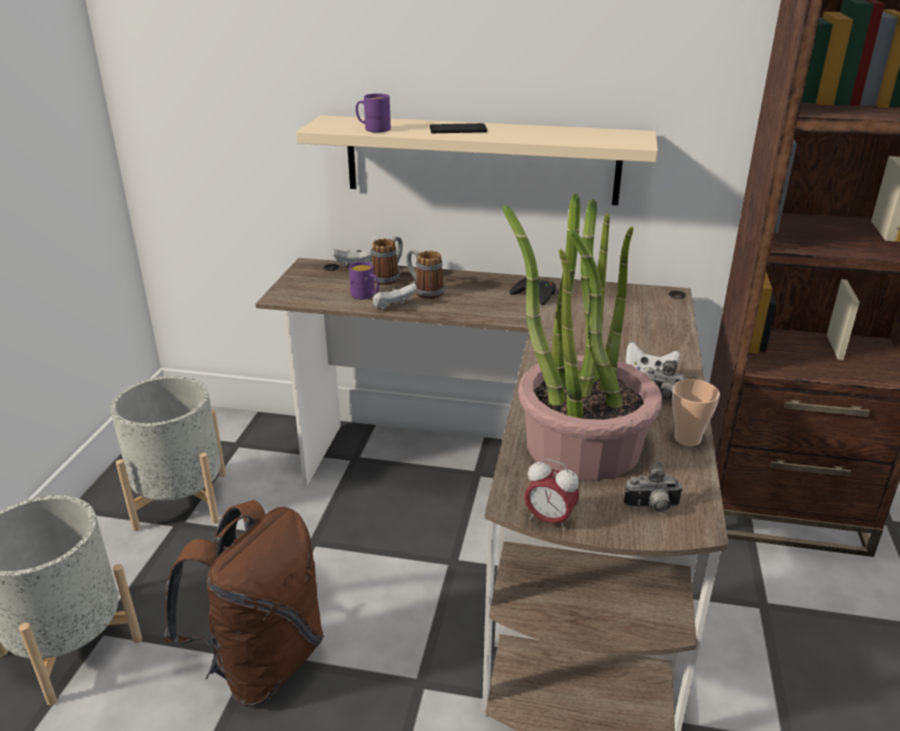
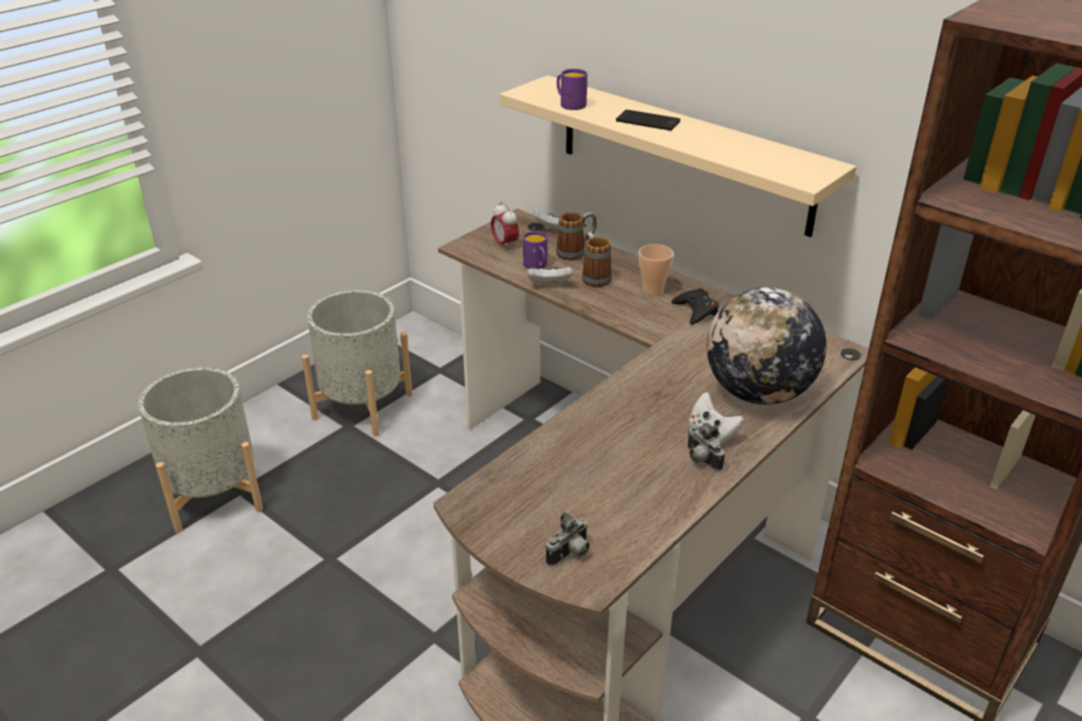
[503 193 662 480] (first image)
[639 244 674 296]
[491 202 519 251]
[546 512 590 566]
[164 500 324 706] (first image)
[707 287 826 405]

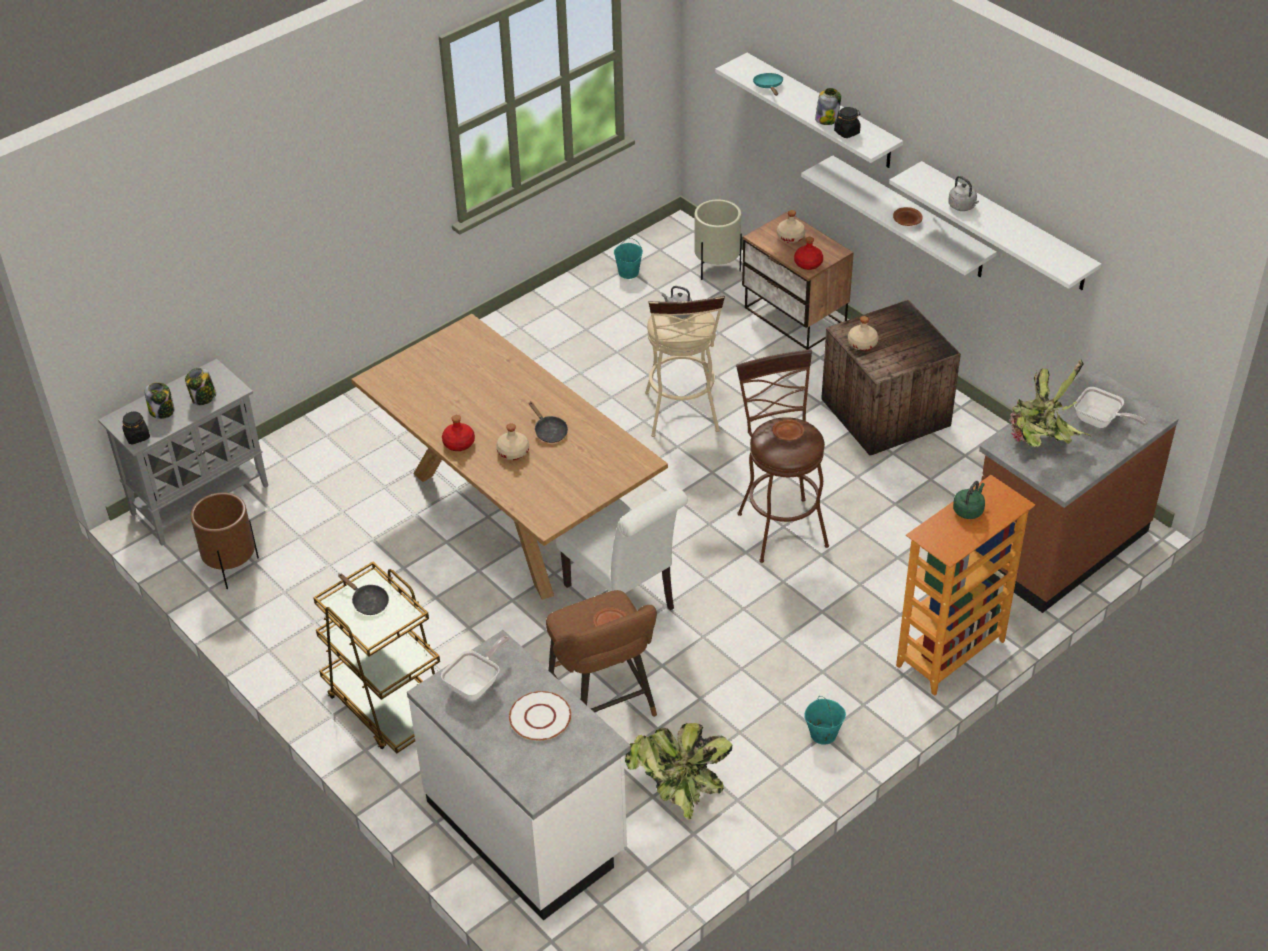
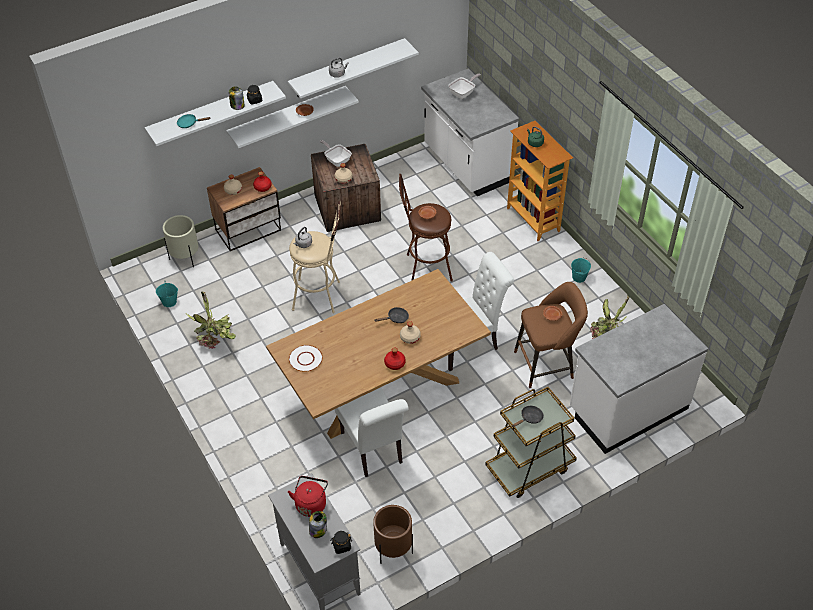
[187 292 236 349]
[421 69 519 196]
[288 476 328 517]
[320 140 352 167]
[289 345 323 372]
[335 387 409 477]

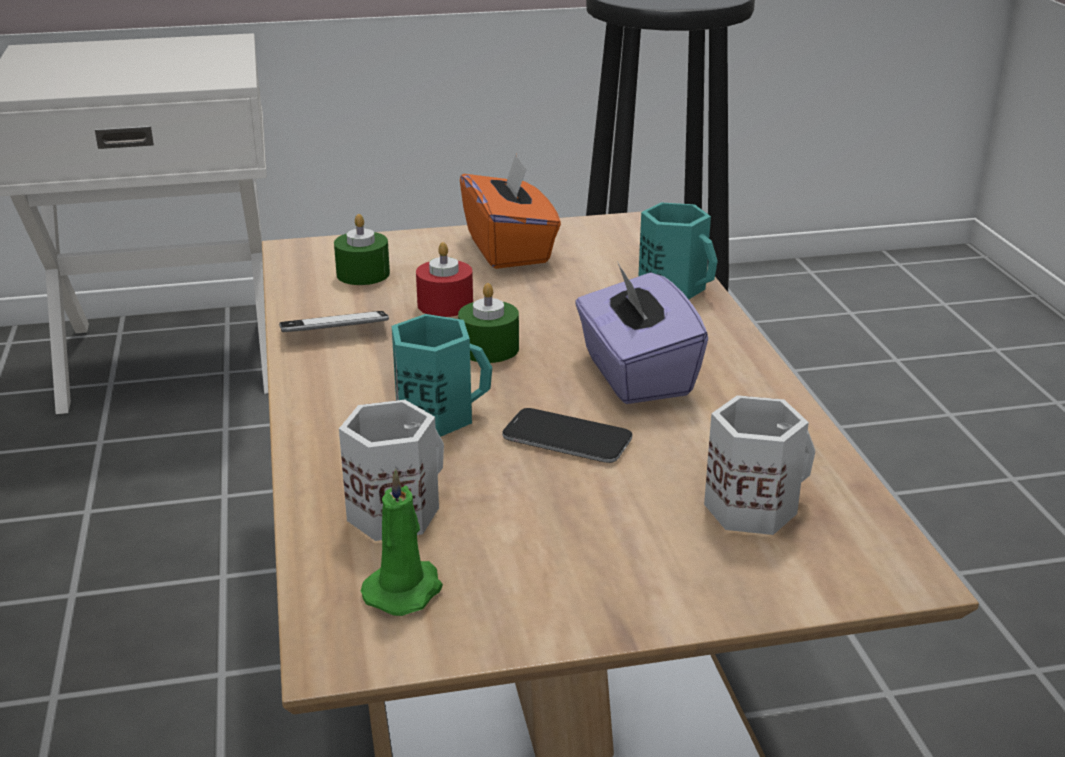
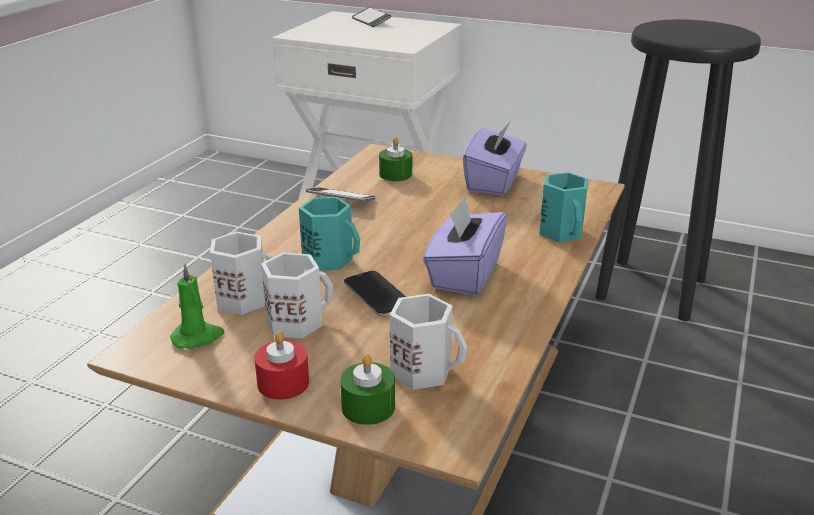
[463 121 527 196]
[254 331 309 400]
[340 354 395 425]
[352 7 391 27]
[261 253 333 339]

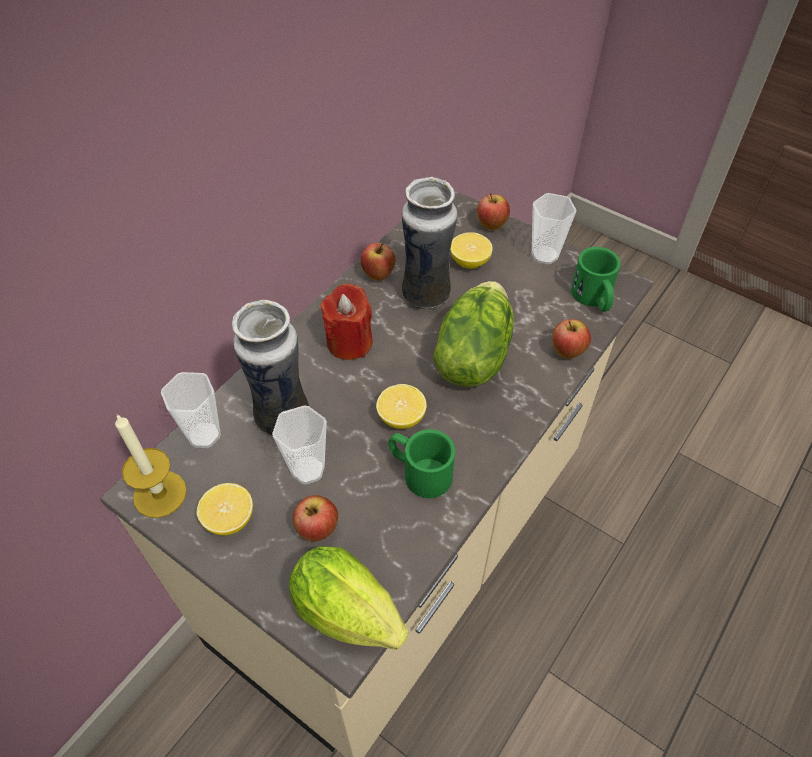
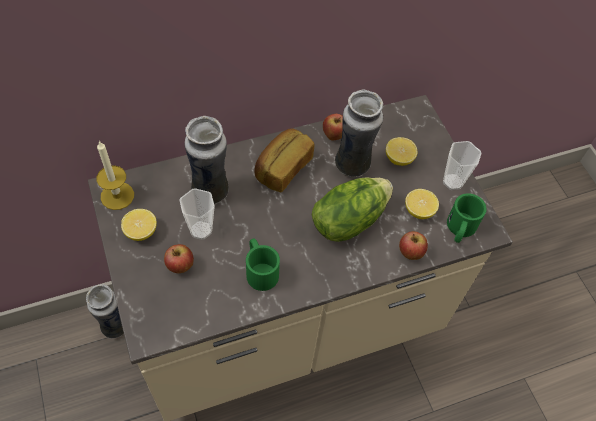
[477 193 510 230] (first image)
[254 128 314 193]
[161 372 221 448] (first image)
[405 189 439 219]
[289 546 408 650] (first image)
[86 284 124 338]

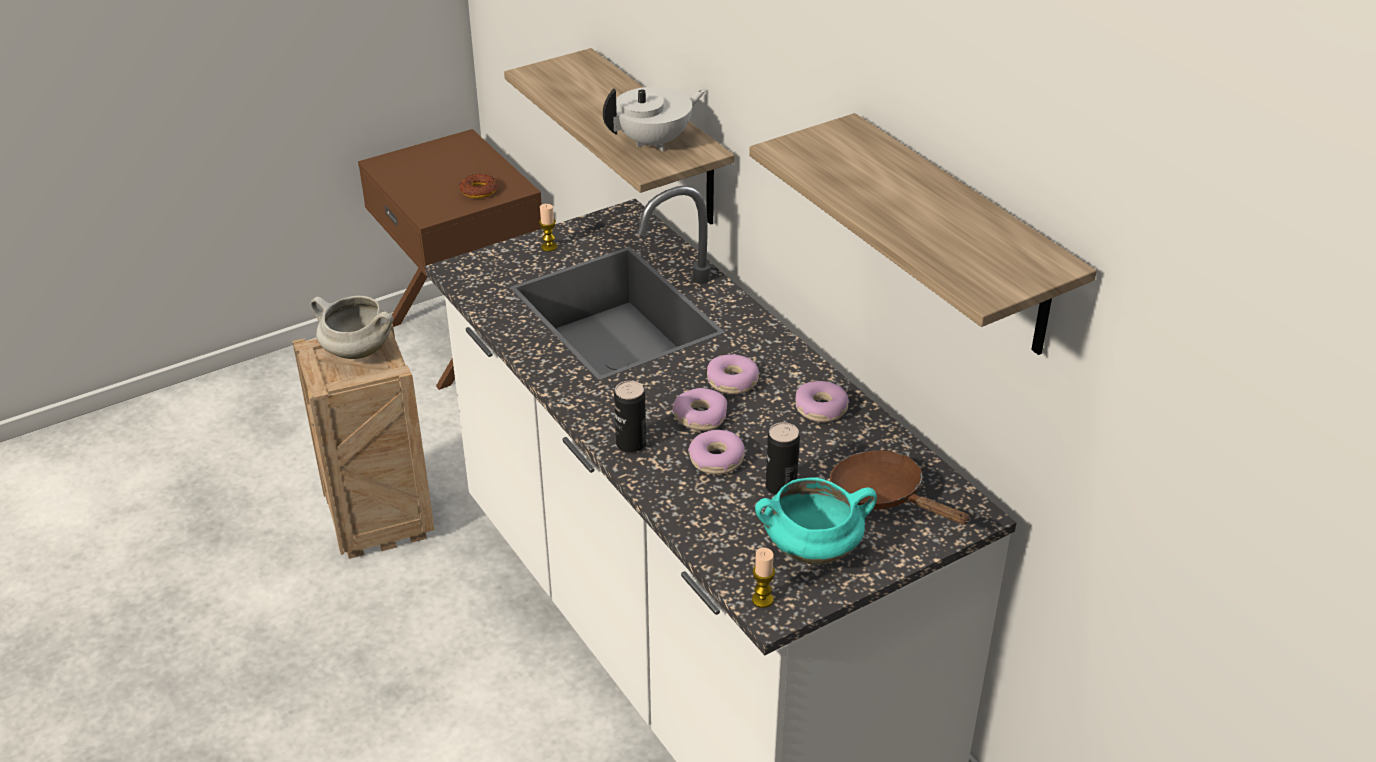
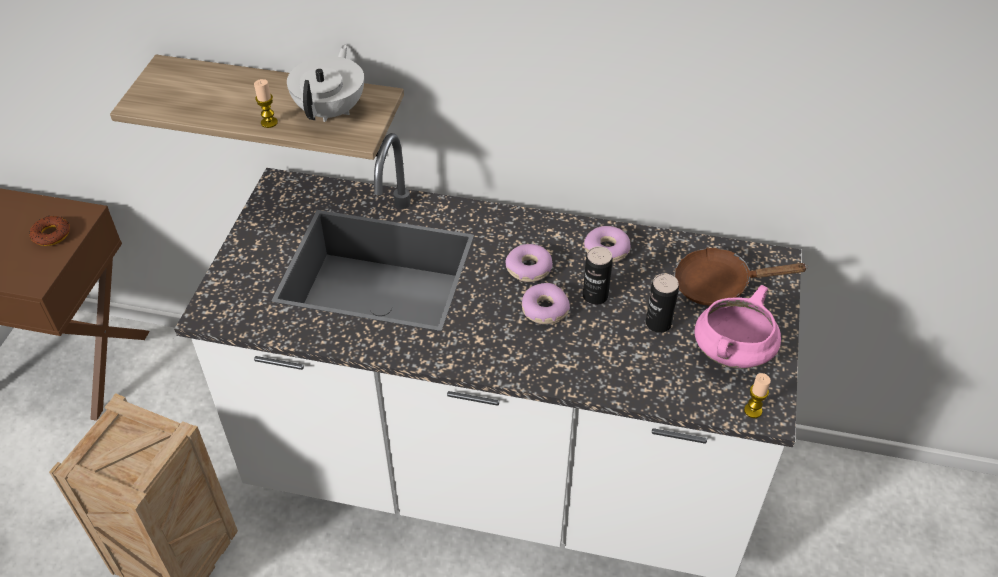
[749 113 1097 355] (first image)
[254 79 278 128]
[310 296 393 359] (first image)
[583 246 613 305]
[688 430 745 474] (first image)
[694 285 781 369]

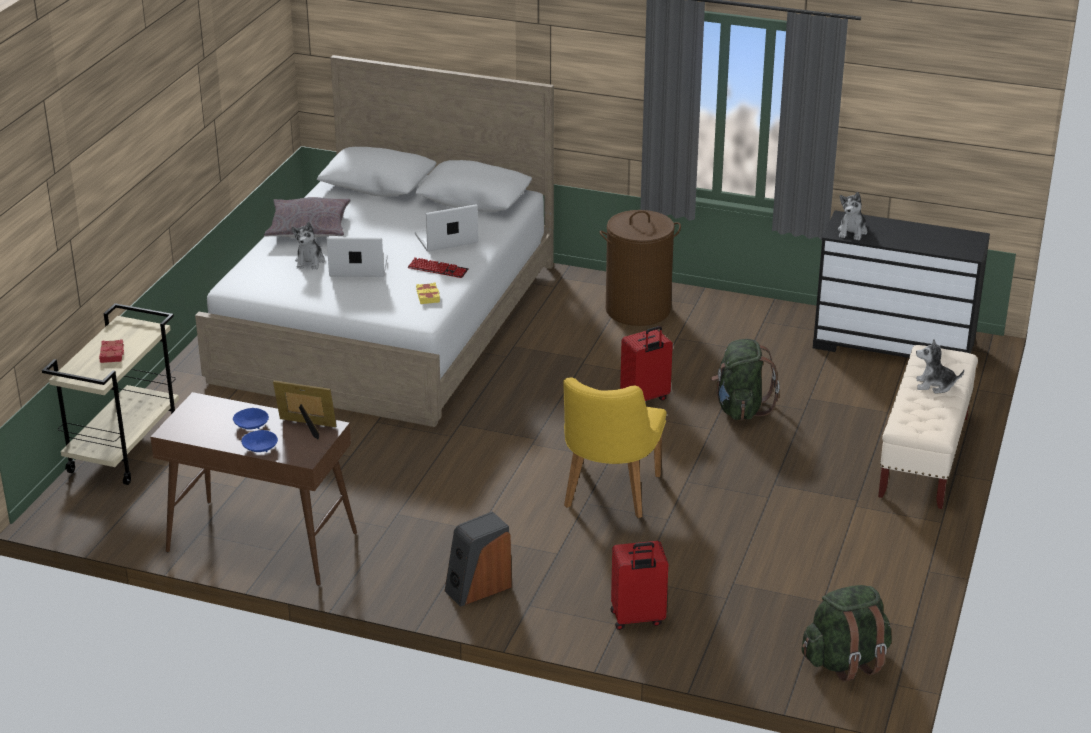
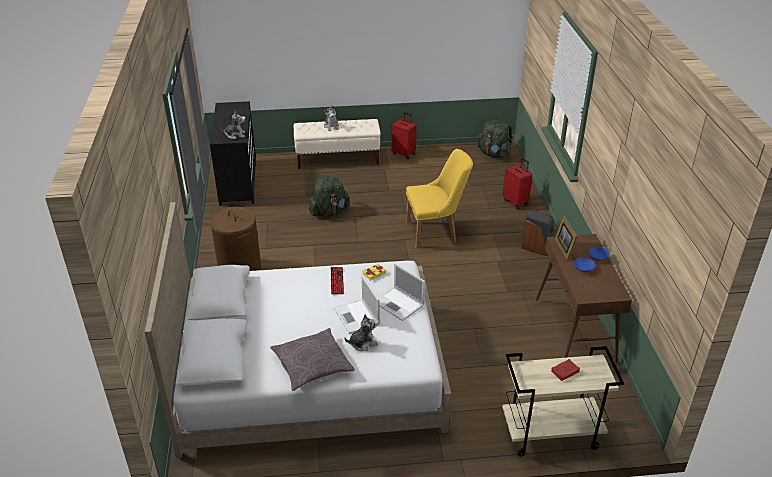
[379 264 425 321]
[391 112 417 159]

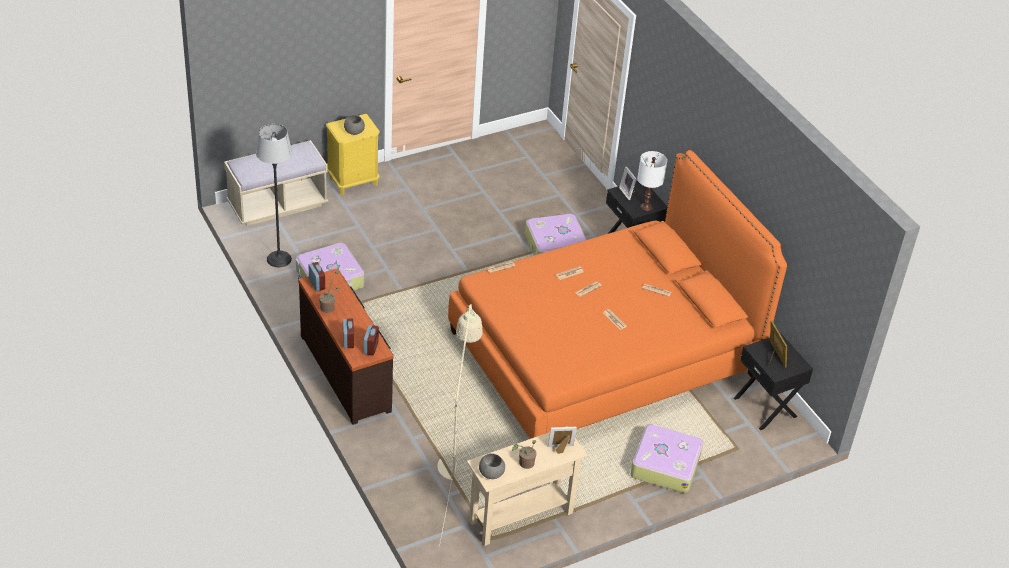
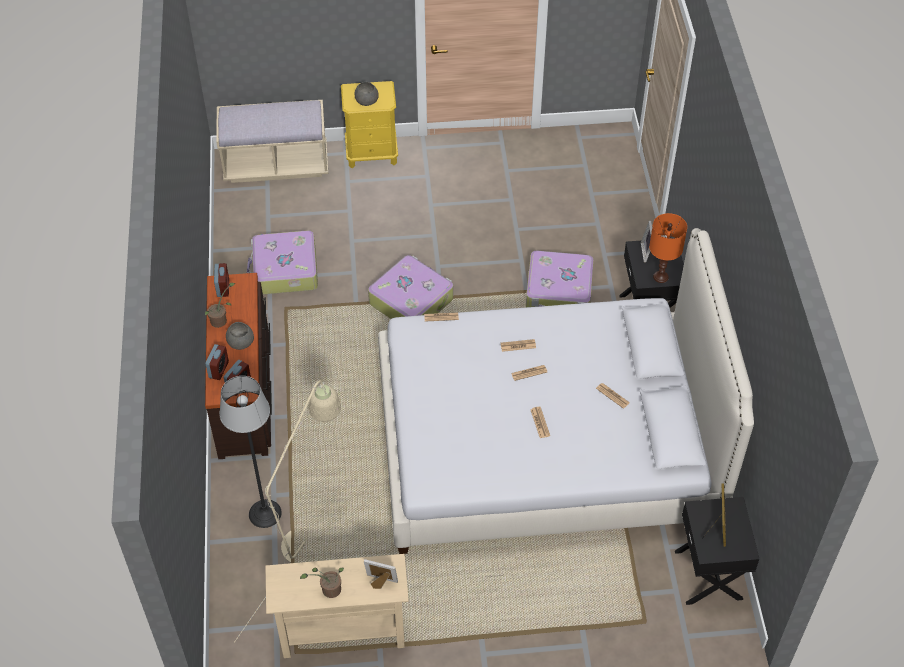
[220 376 282 528]
[378 228 754 554]
[649 213 687 283]
[368 255 453 319]
[226 322 254 350]

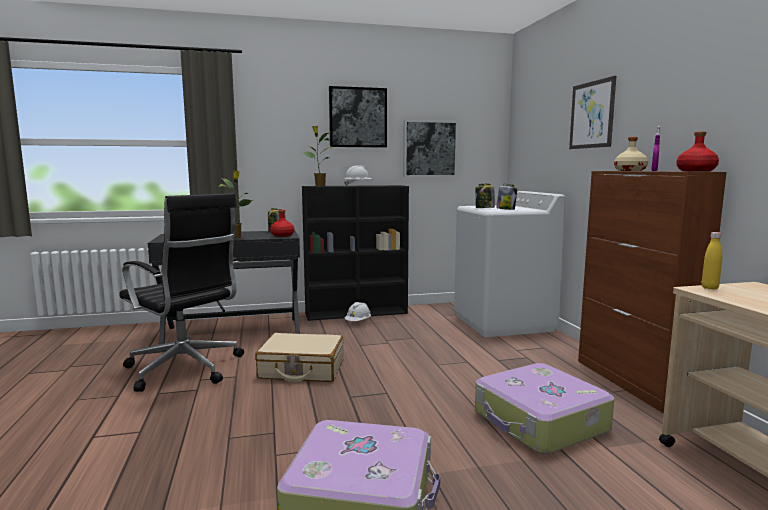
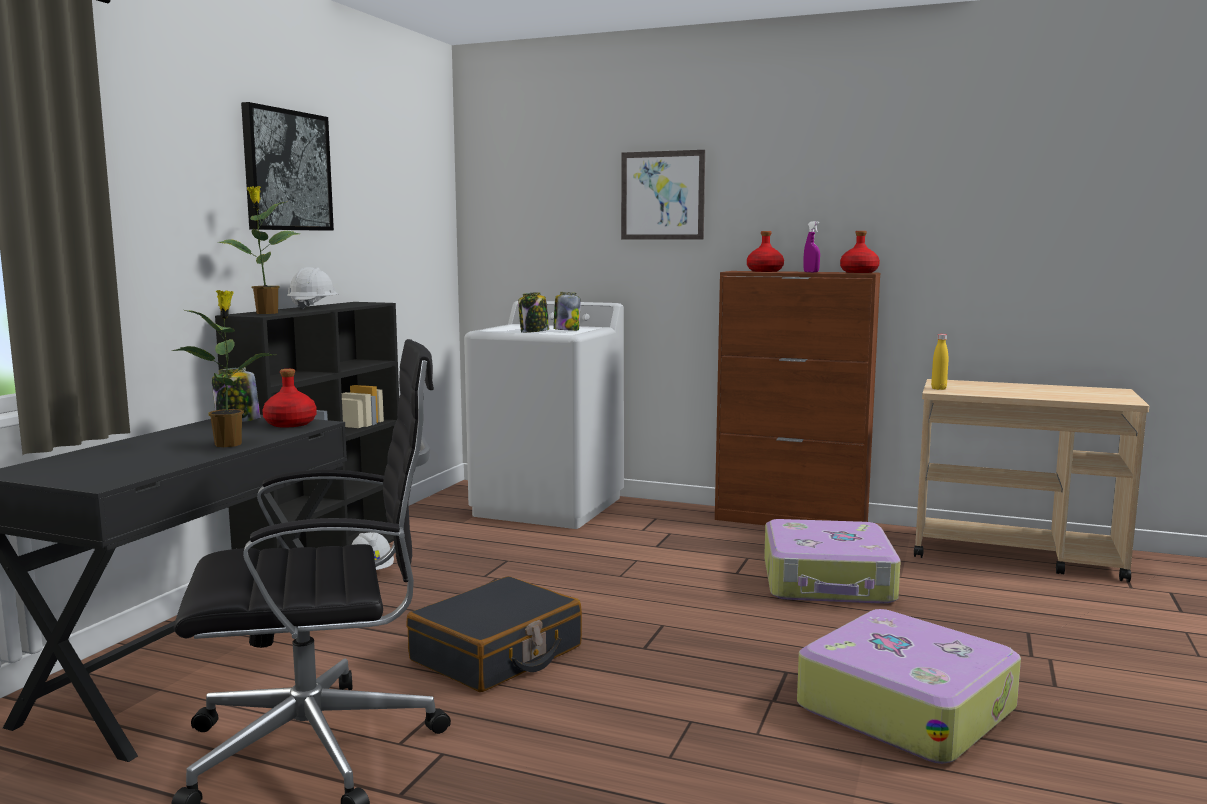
[403 120 458 177] (first image)
[747 231 784 272]
[407 576 582 692]

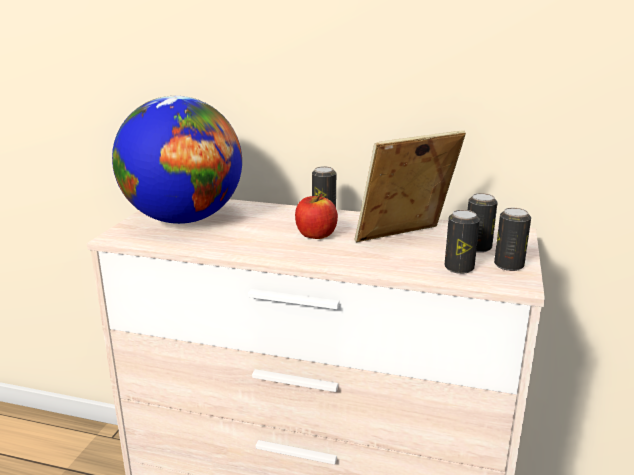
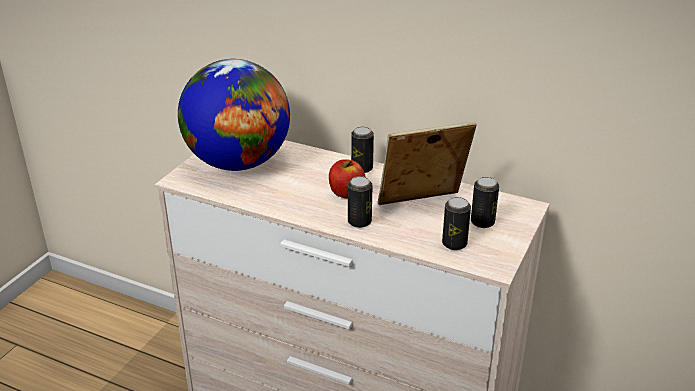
[348 176 372 228]

